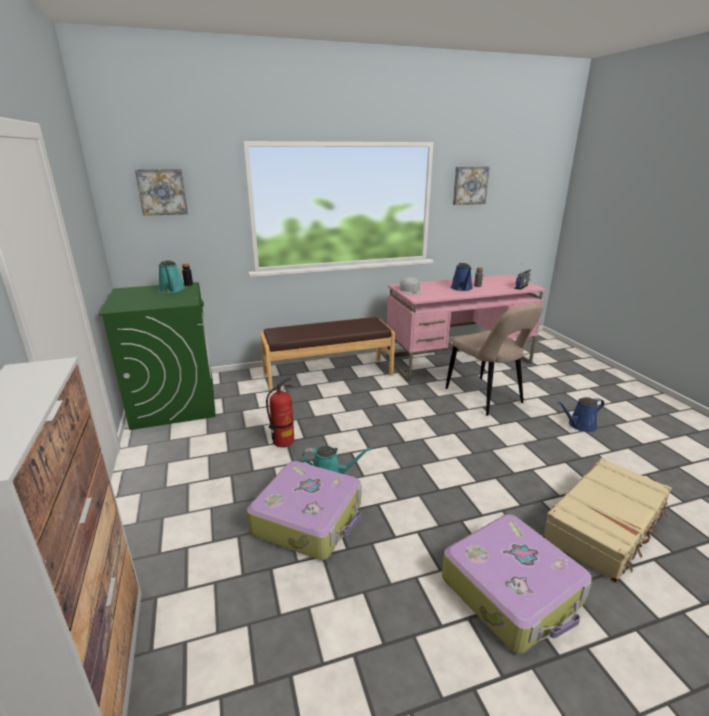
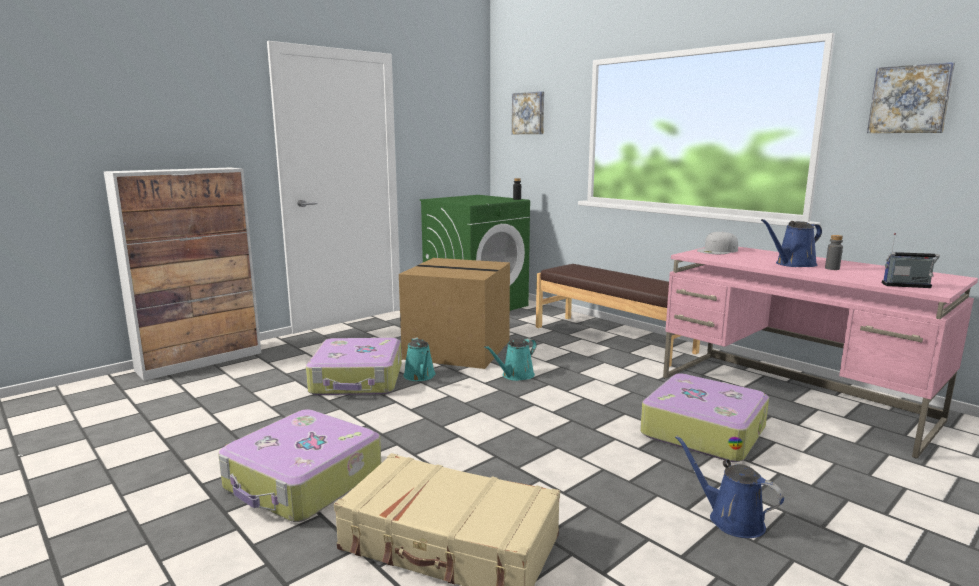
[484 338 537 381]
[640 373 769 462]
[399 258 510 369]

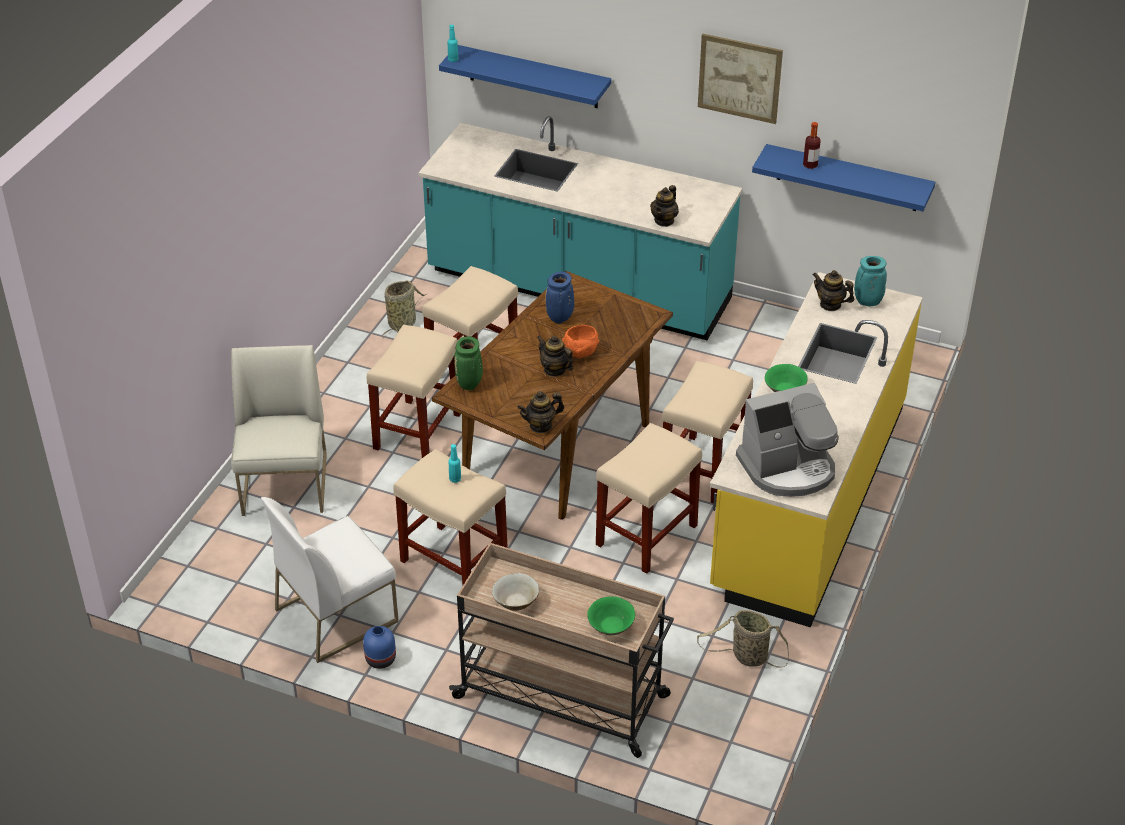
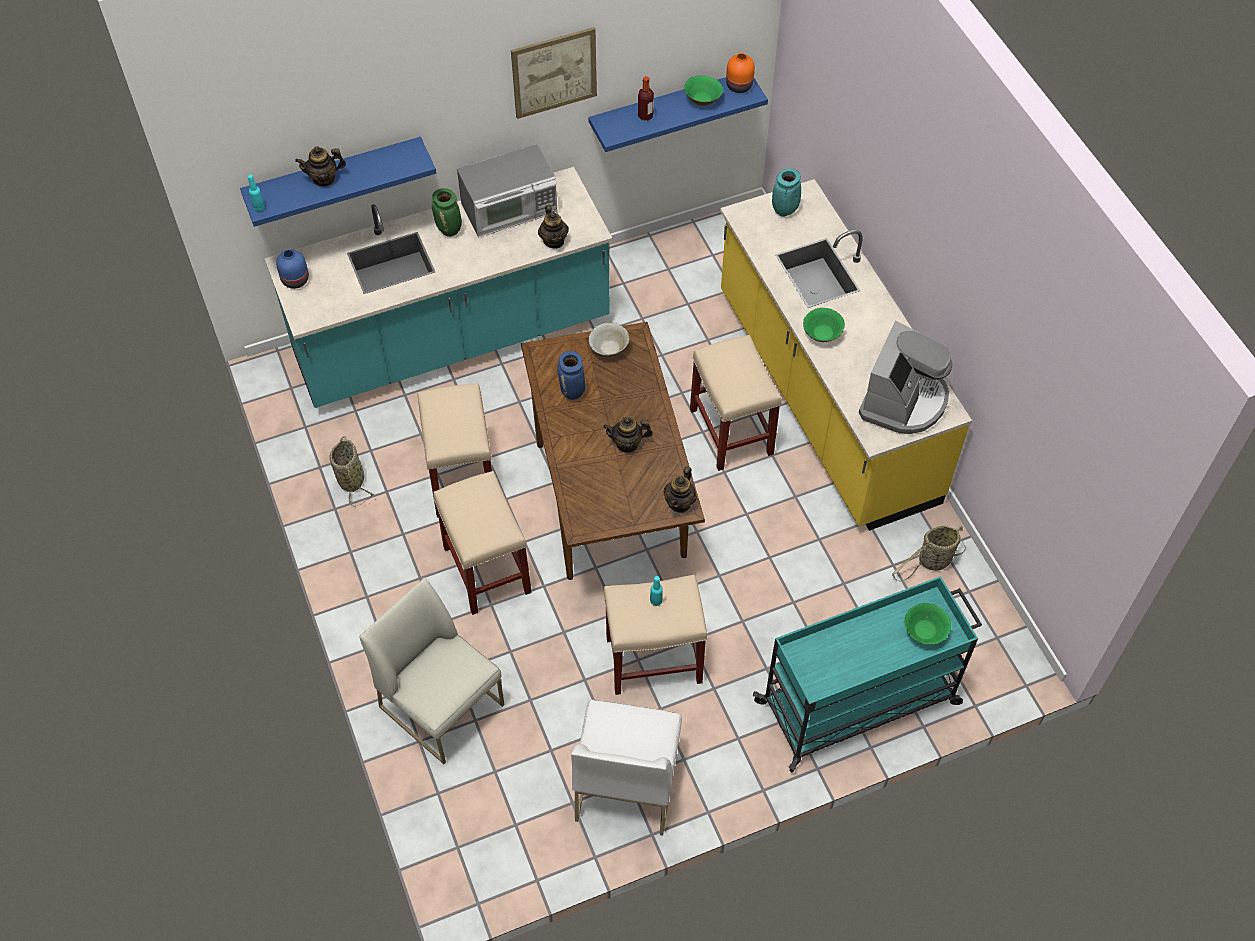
[295 147 346 187]
[562 325 599 358] (first image)
[432 188 462 237]
[596 423 702 574] (first image)
[753 576 982 773]
[589 323 629 357]
[276 249 309 289]
[726 53 755 93]
[684 75 723 106]
[457 144 558 237]

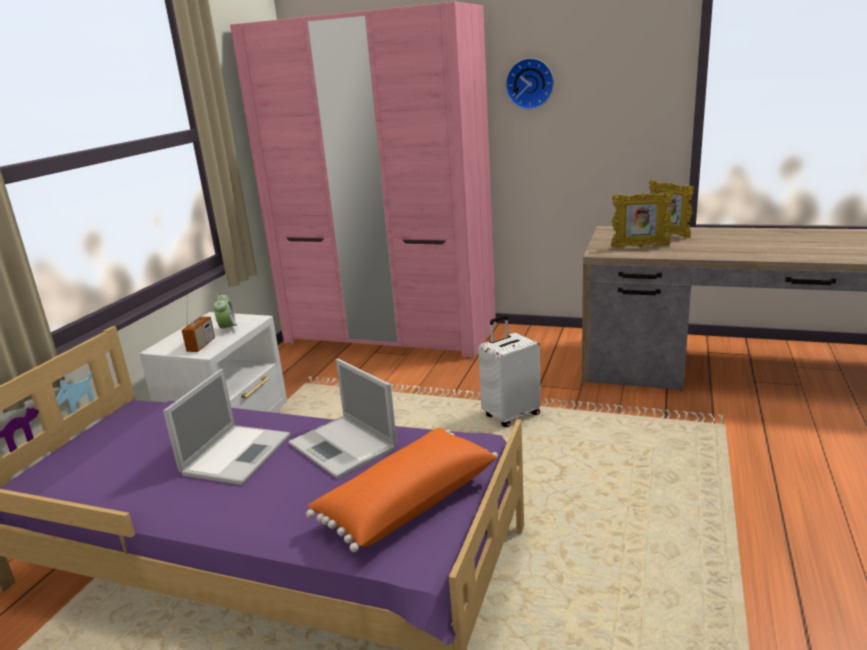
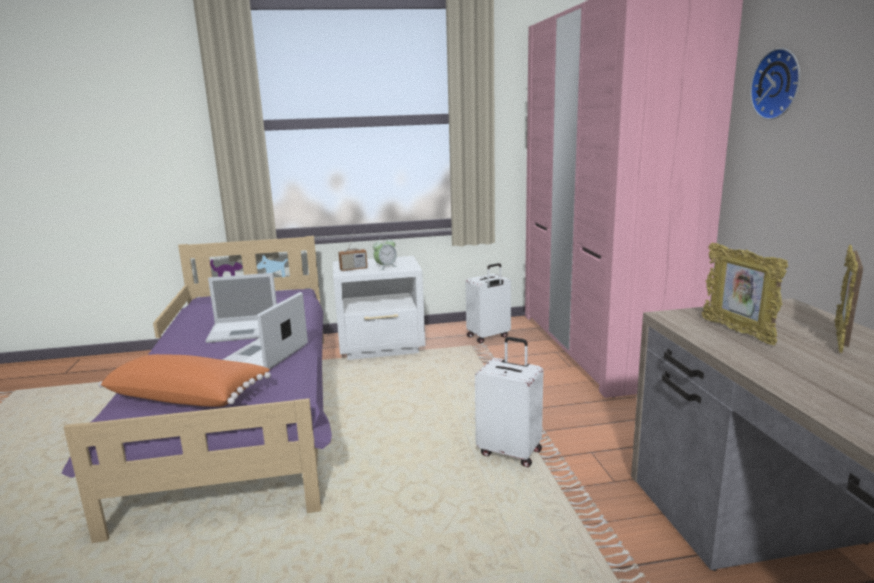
[466 263 511 343]

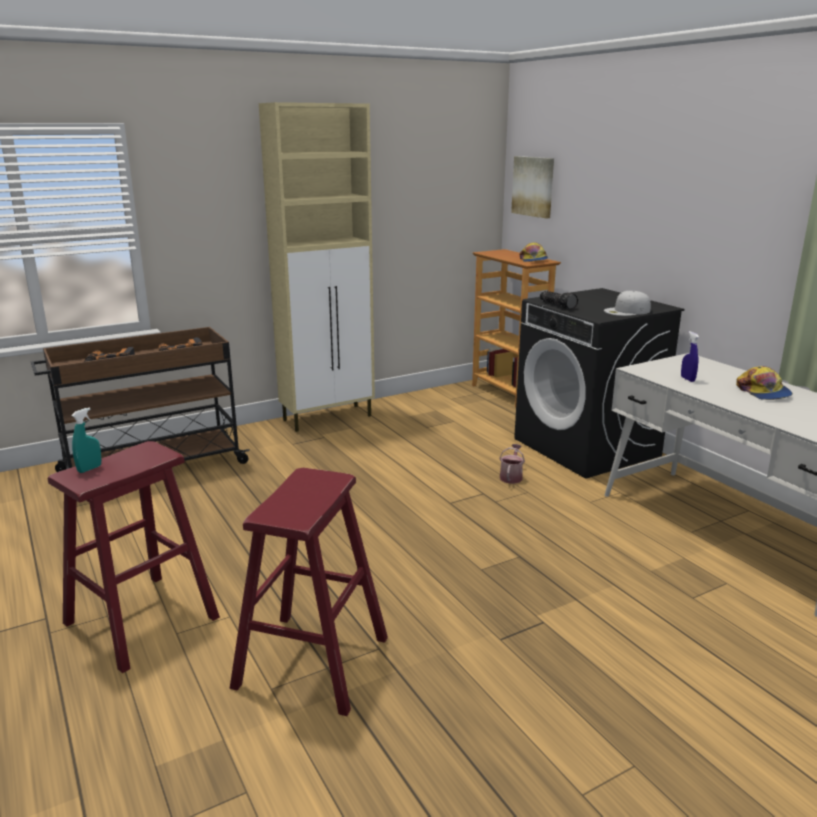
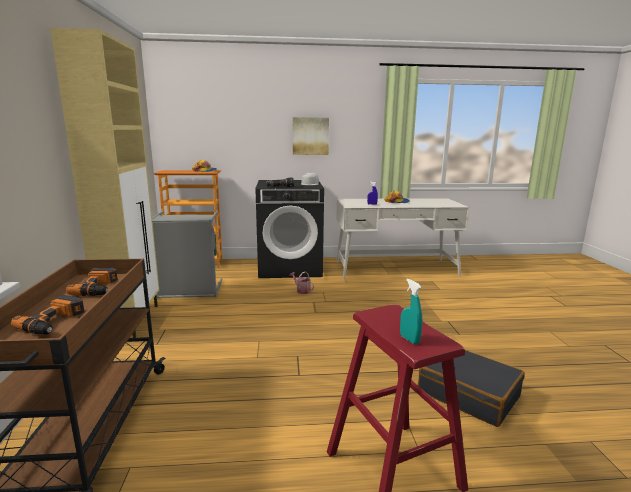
[293 117 329 155]
[418 350 525 427]
[152 211 222 299]

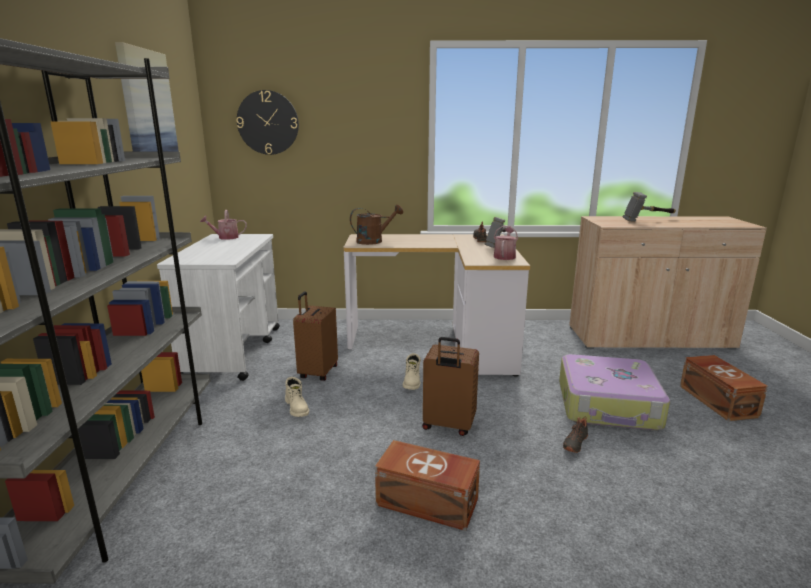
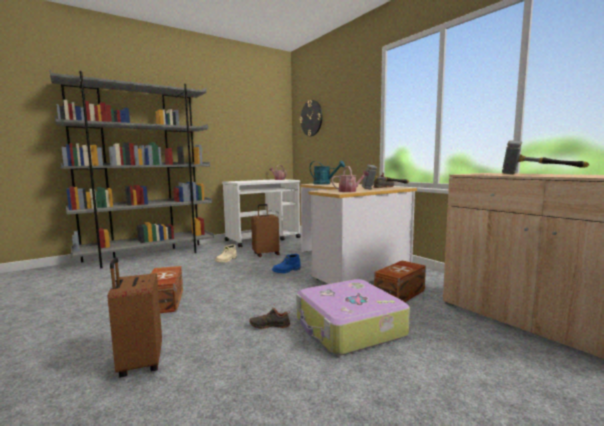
[115 42 179 151] (first image)
[310 160 345 185]
[108 258 162 378]
[272 254 301 273]
[374 261 426 302]

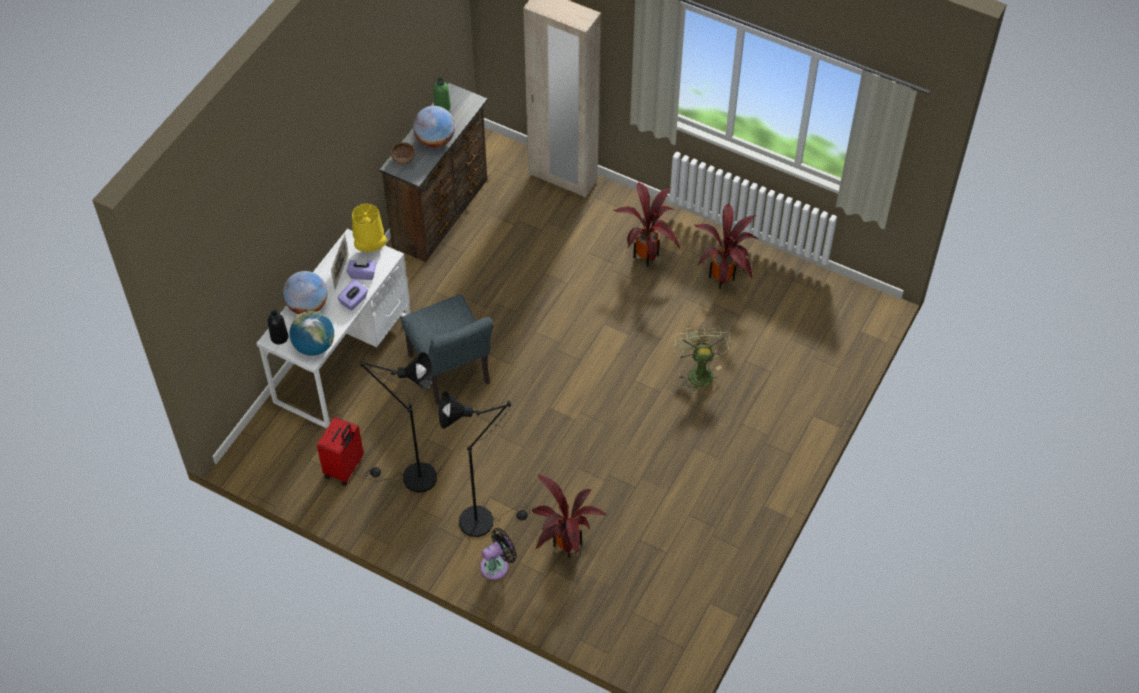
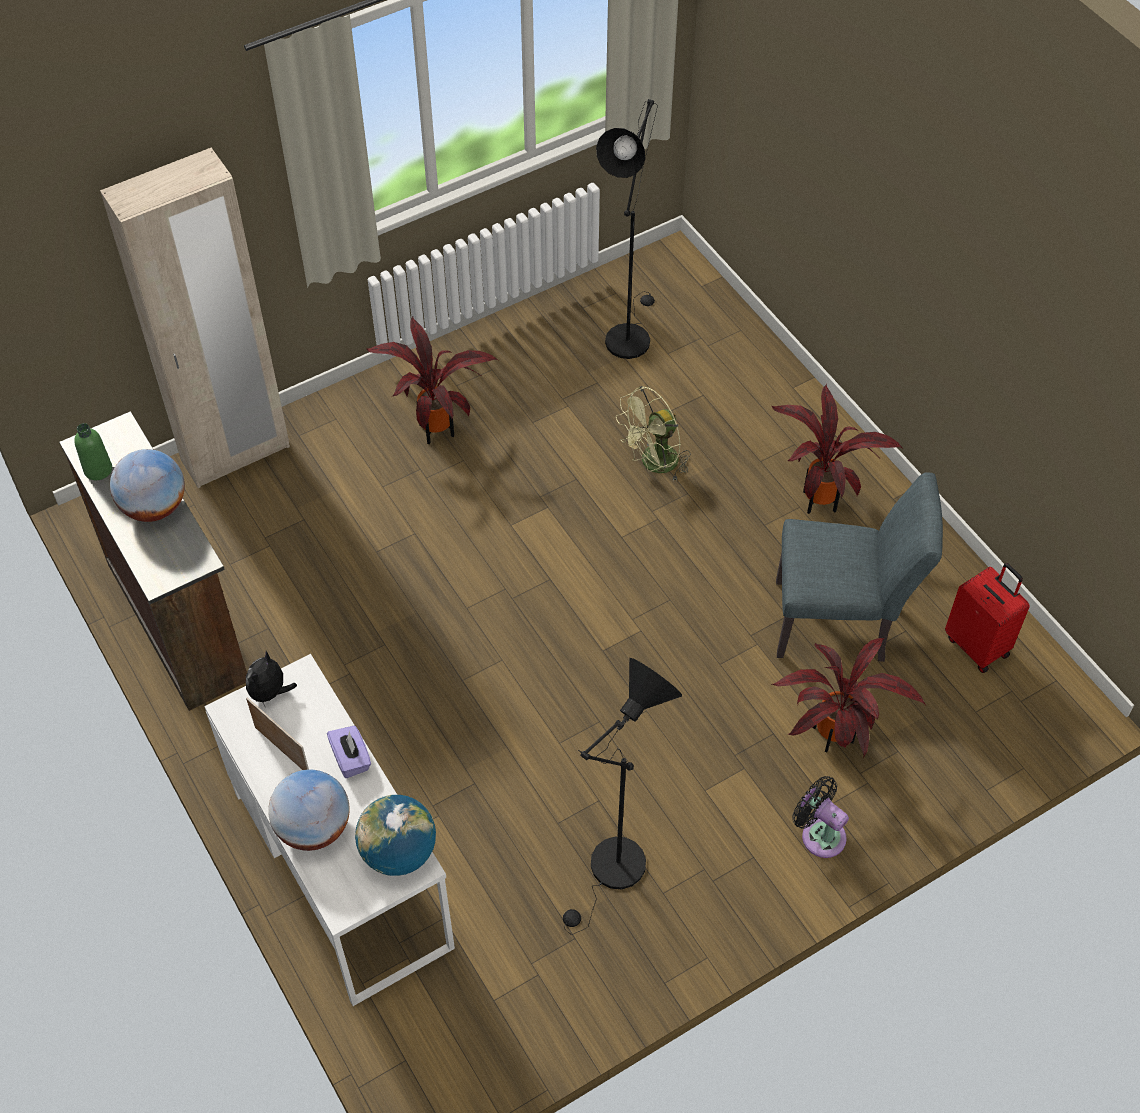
[391 142 415 164] (first image)
[246 651 297 706]
[772 384 902 514]
[347 258 376 280] (first image)
[776 472 943 662]
[268 310 288 345] (first image)
[616 386 691 482]
[596 99 657 359]
[945 563 1030 673]
[792 776 849 858]

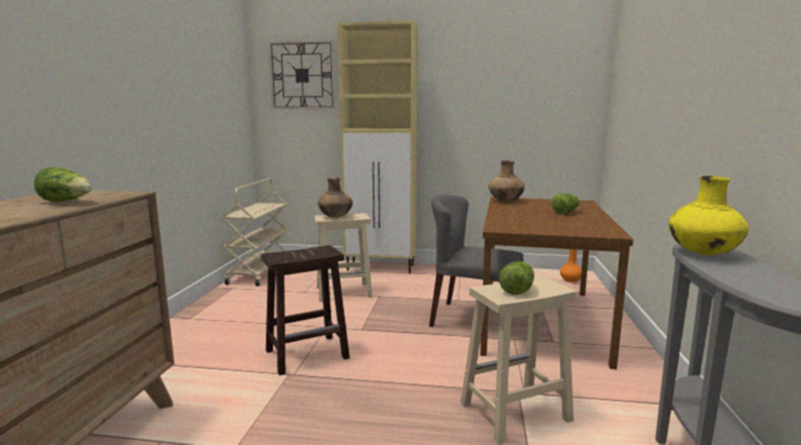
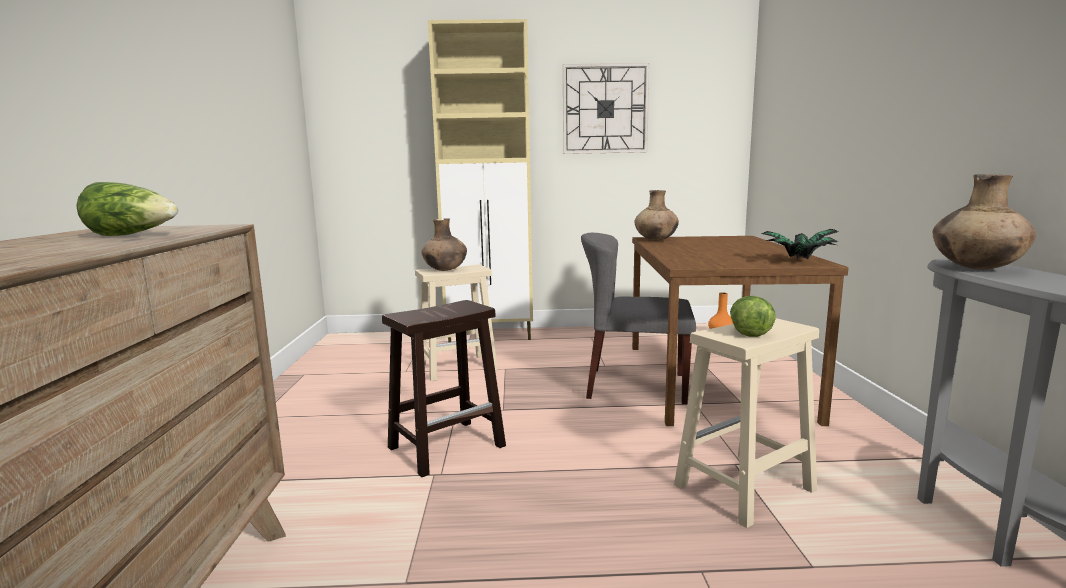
[563 63 649 154]
[933 174 1036 269]
[221 178 288 286] (first image)
[552 193 579 214] (first image)
[761 229 838 260]

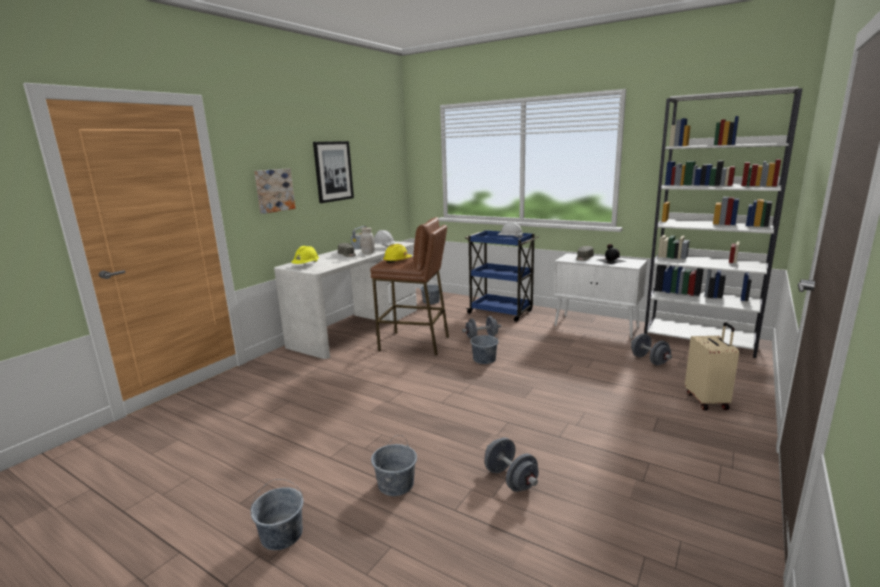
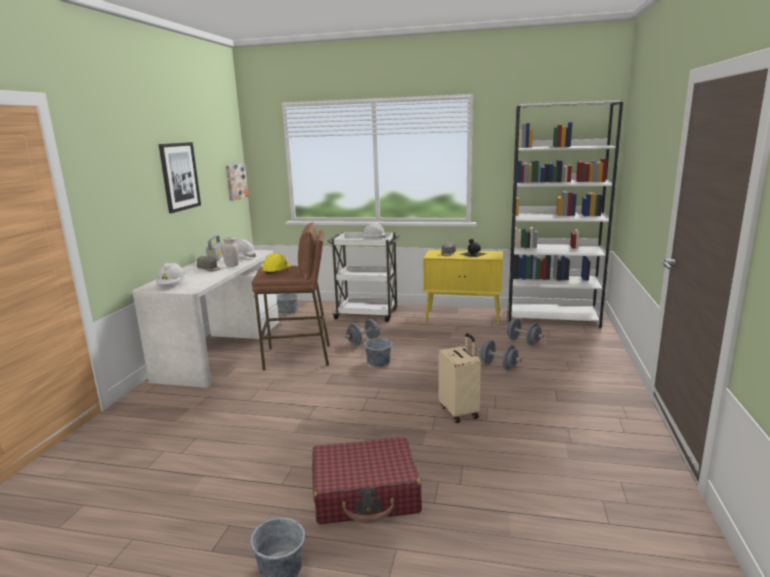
[226 163 248 201]
[327 232 400 322]
[155 263 186 284]
[423 250 503 325]
[438 333 481 423]
[312 437 422 524]
[477 340 522 370]

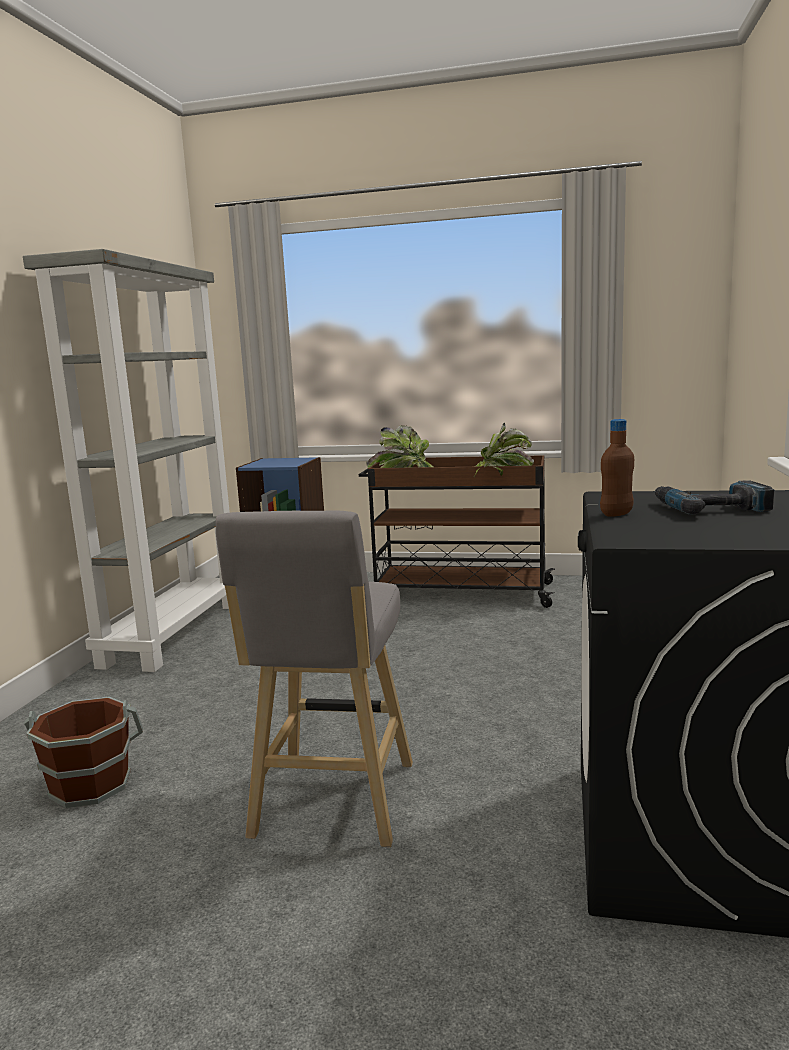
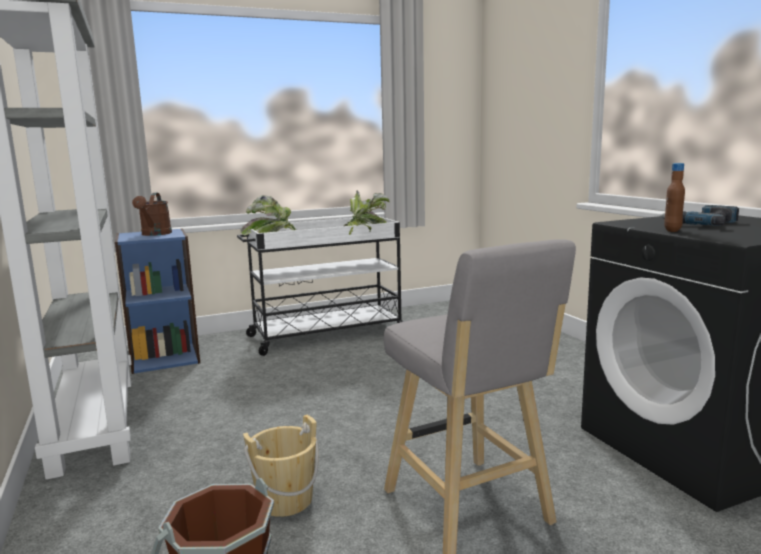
[237 216 410 356]
[132 193 172 236]
[243 414 319 517]

